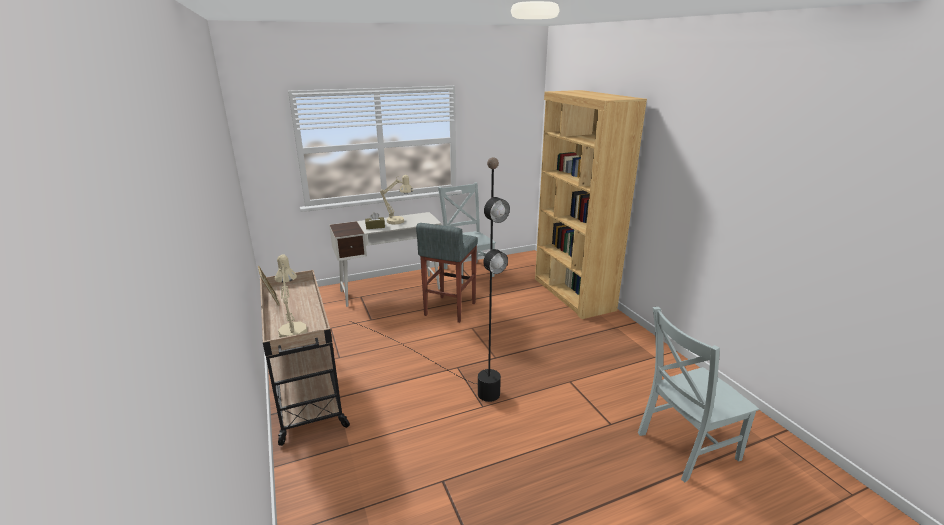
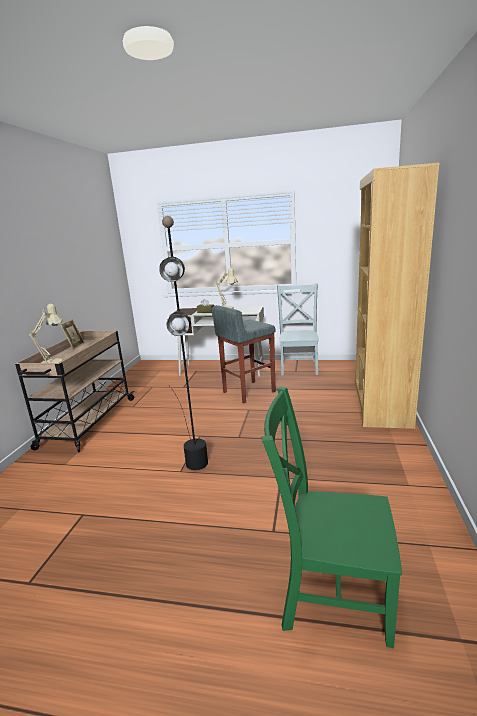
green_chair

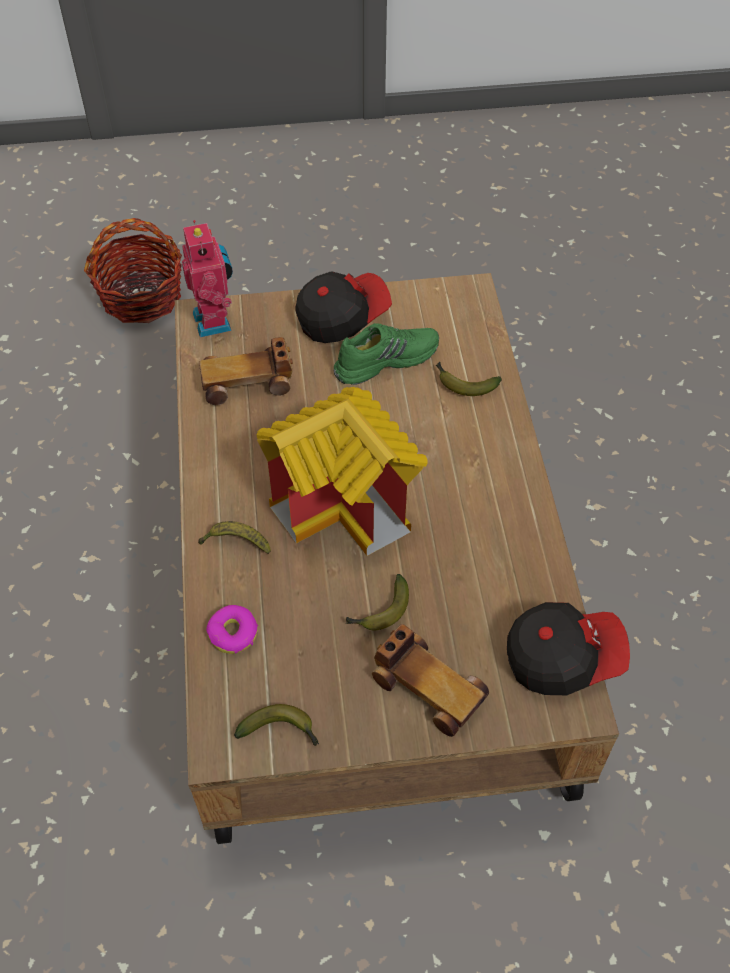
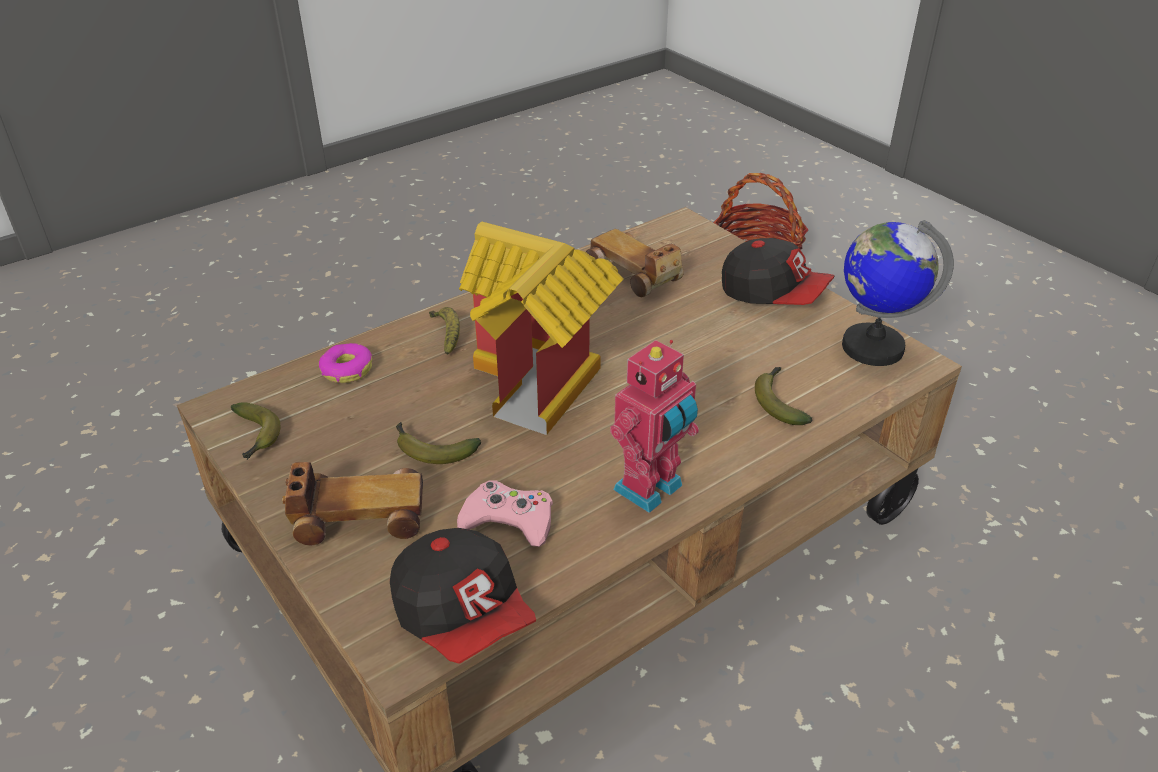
toy_robot
green_shoe
toy_car (1st from left)
pink_game_controller
globe

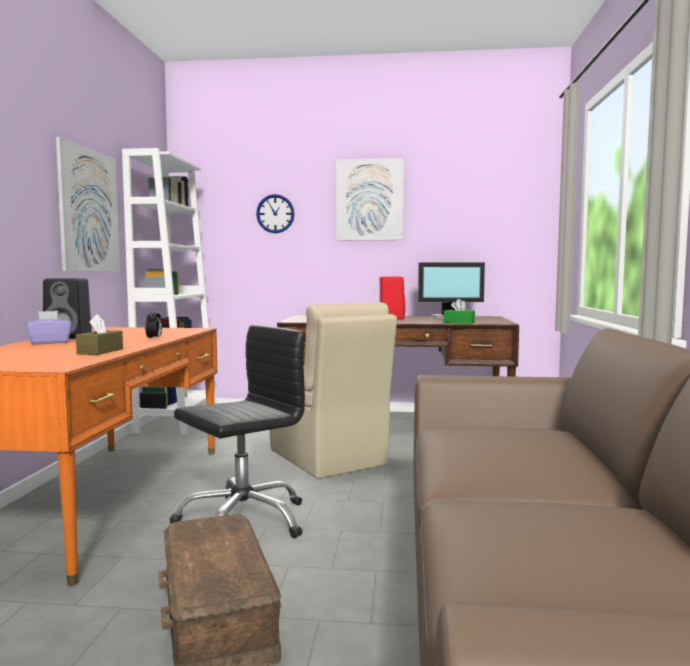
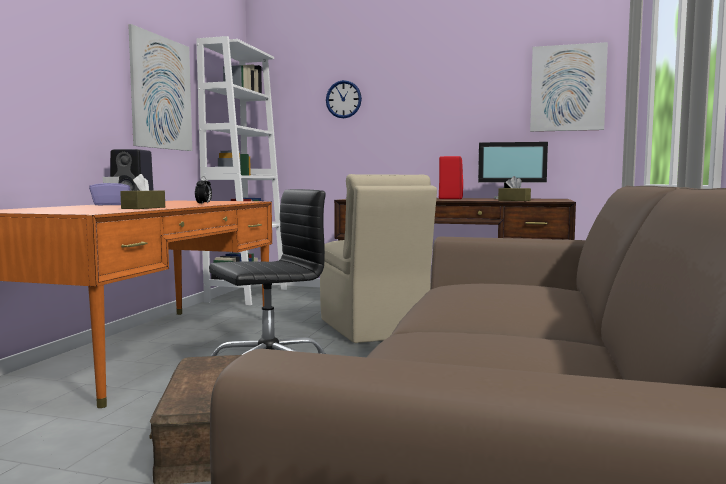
picture (2nd from left)
brown_tissue_box (2nd from left)

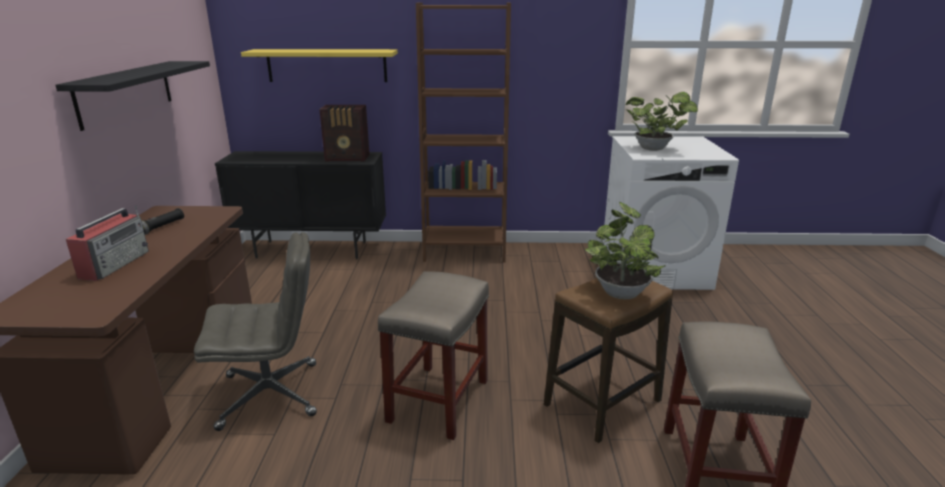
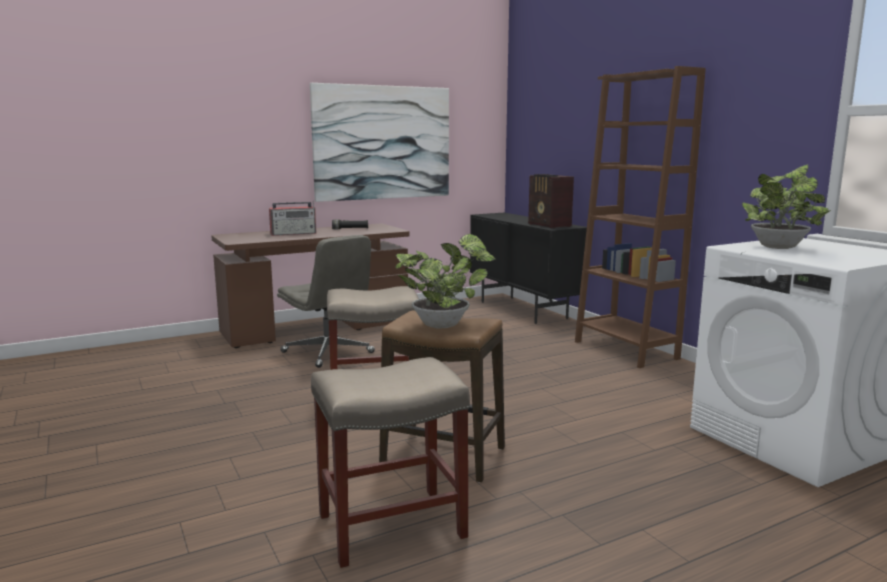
picture
yellow_shelf

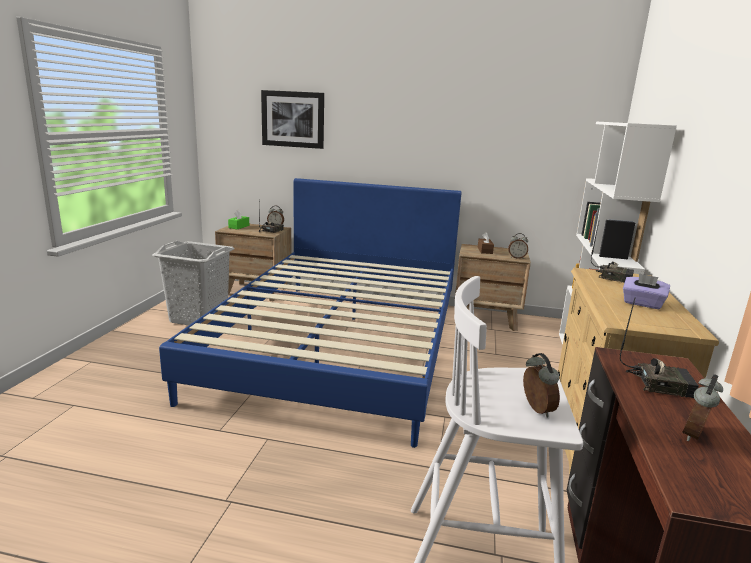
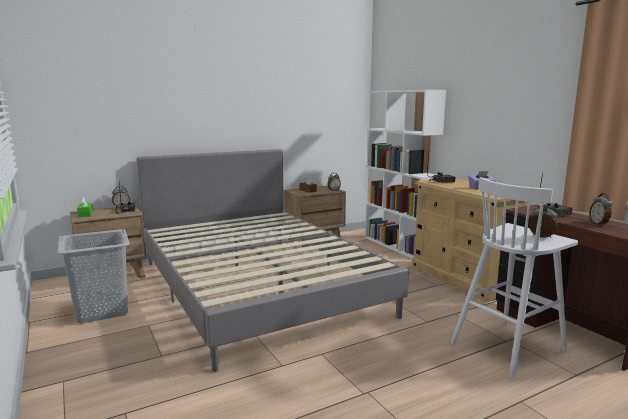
grey_bed
picture

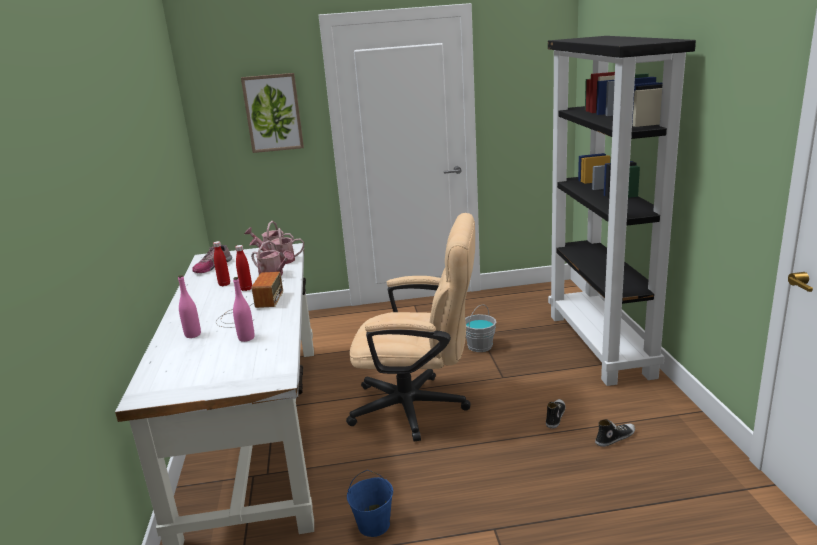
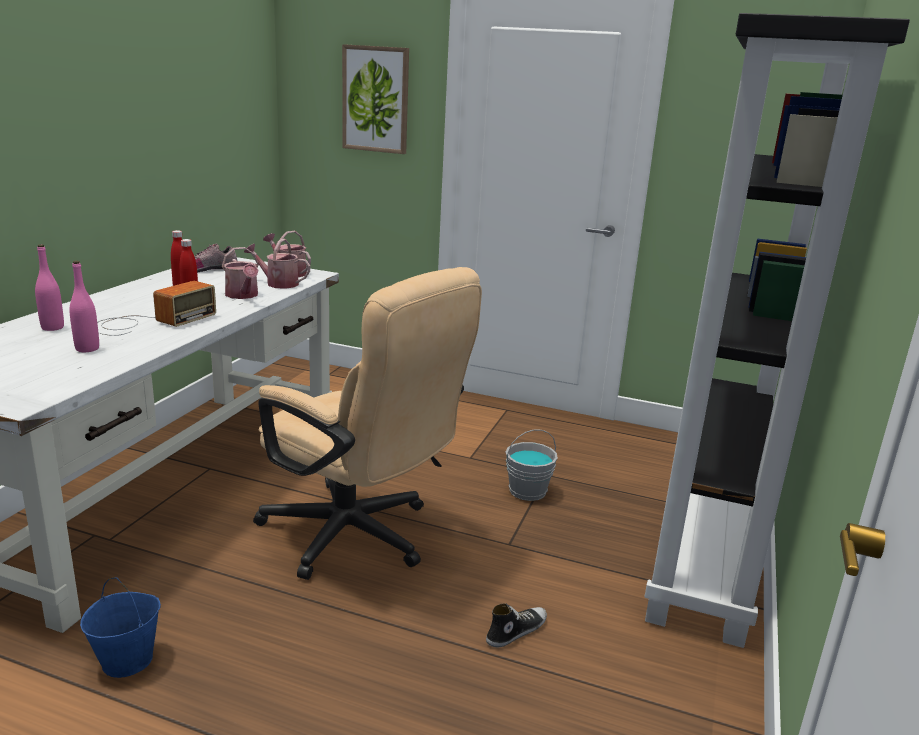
shoe (3rd from left in the first image)

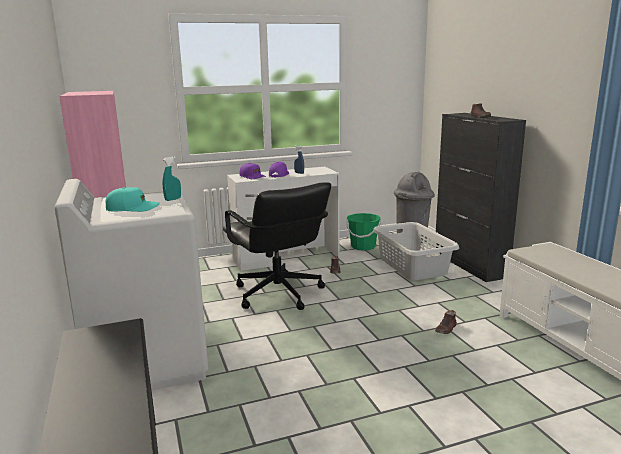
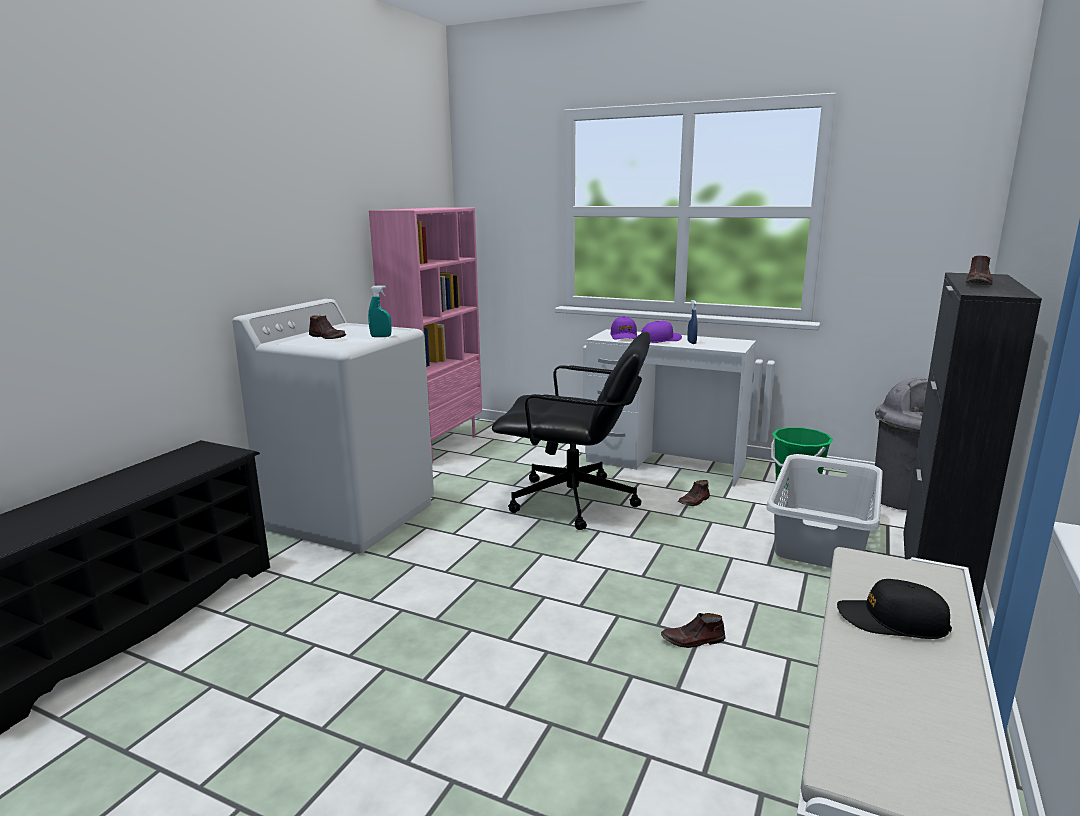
brown_shoe (1st from left)
black_office_chair
black_cap

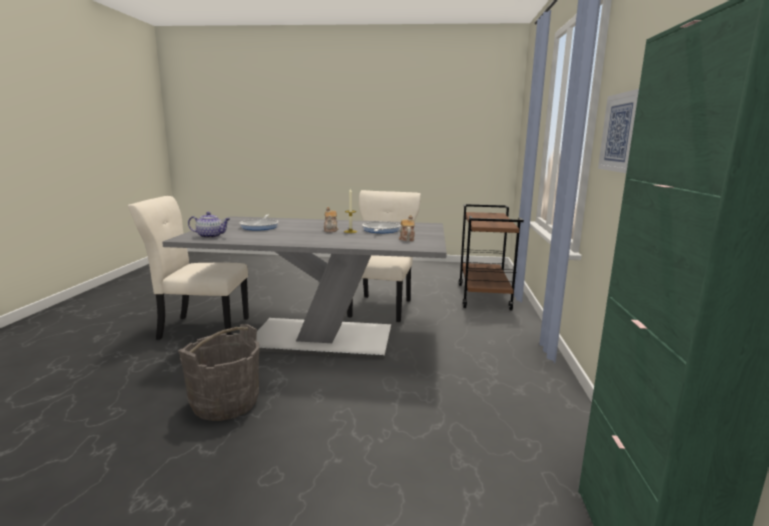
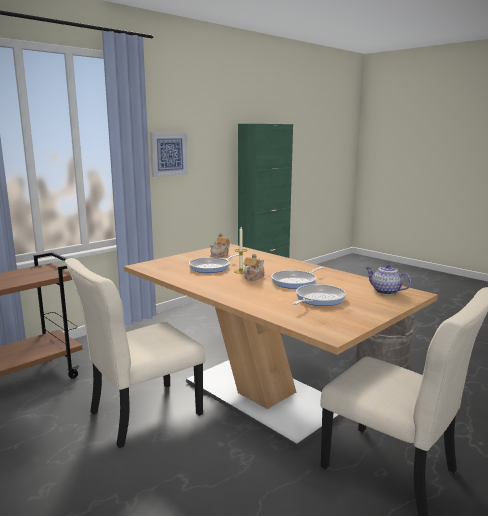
brown_dining_table
frying_pan (2nd from left)

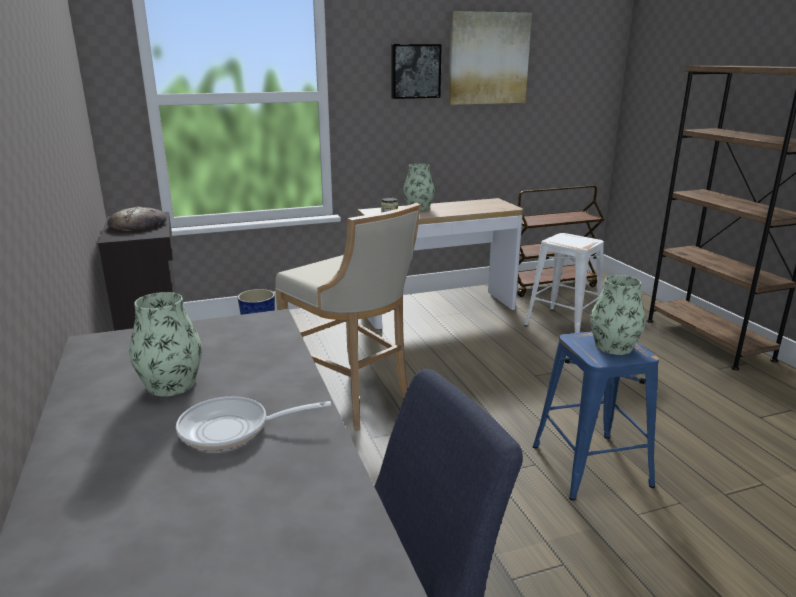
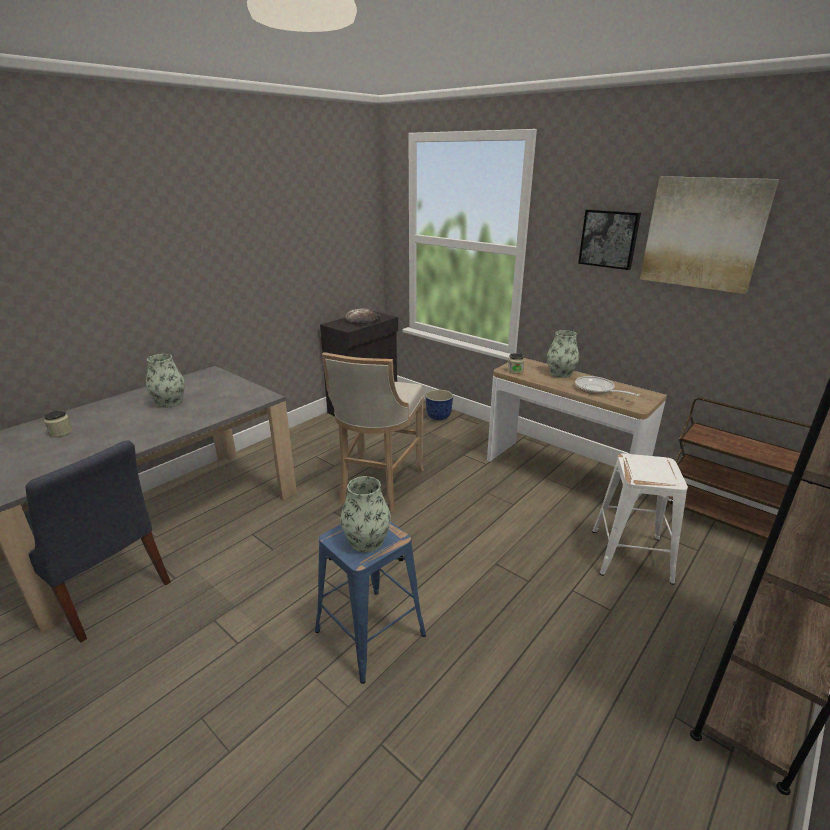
frying_pan
jar (1st from left)

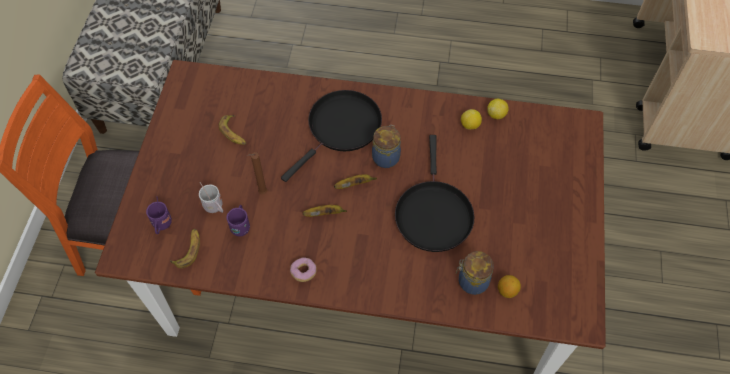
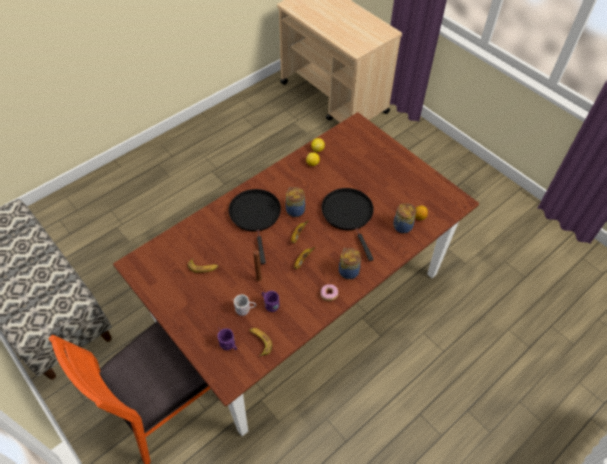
black_frying_pan (2nd from left)
jar (2nd from left)

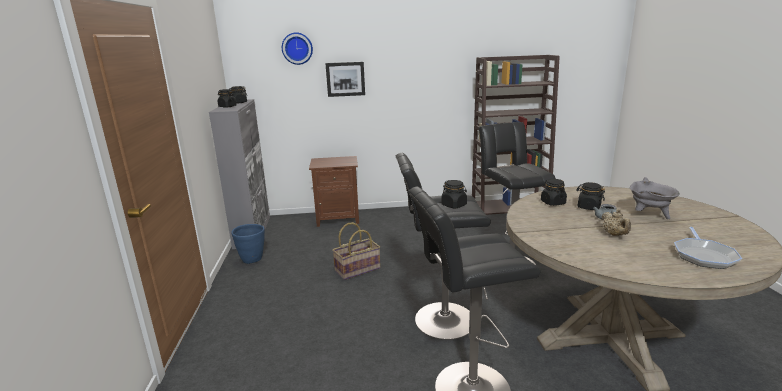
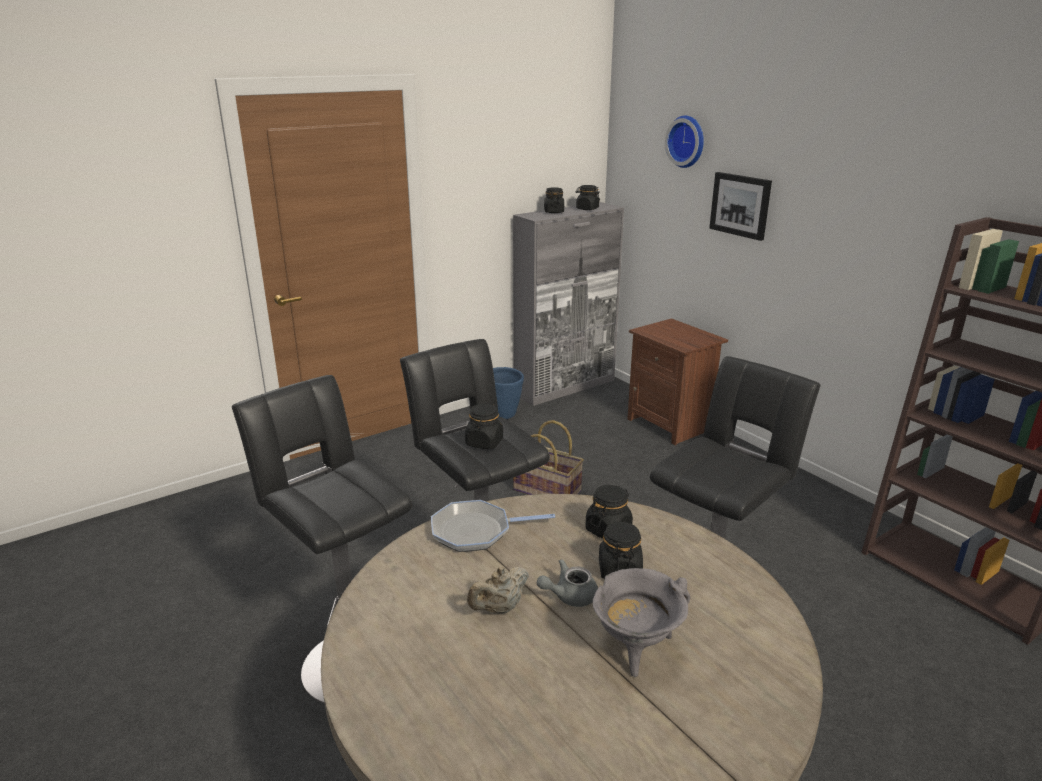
frying_pan

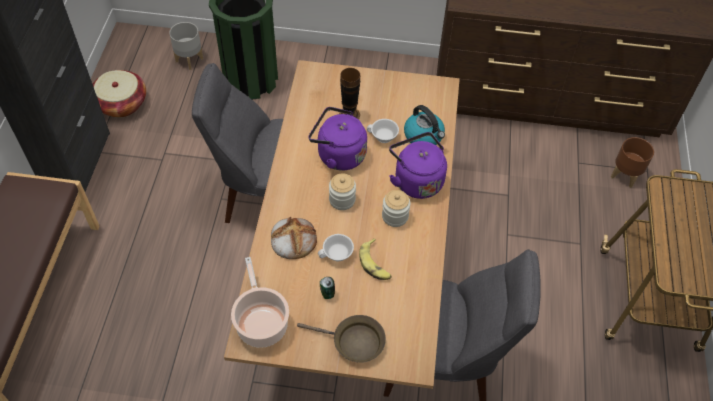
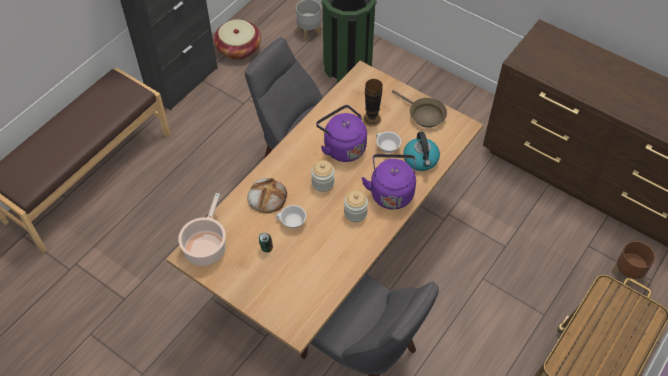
brown_frying_pan
banana

